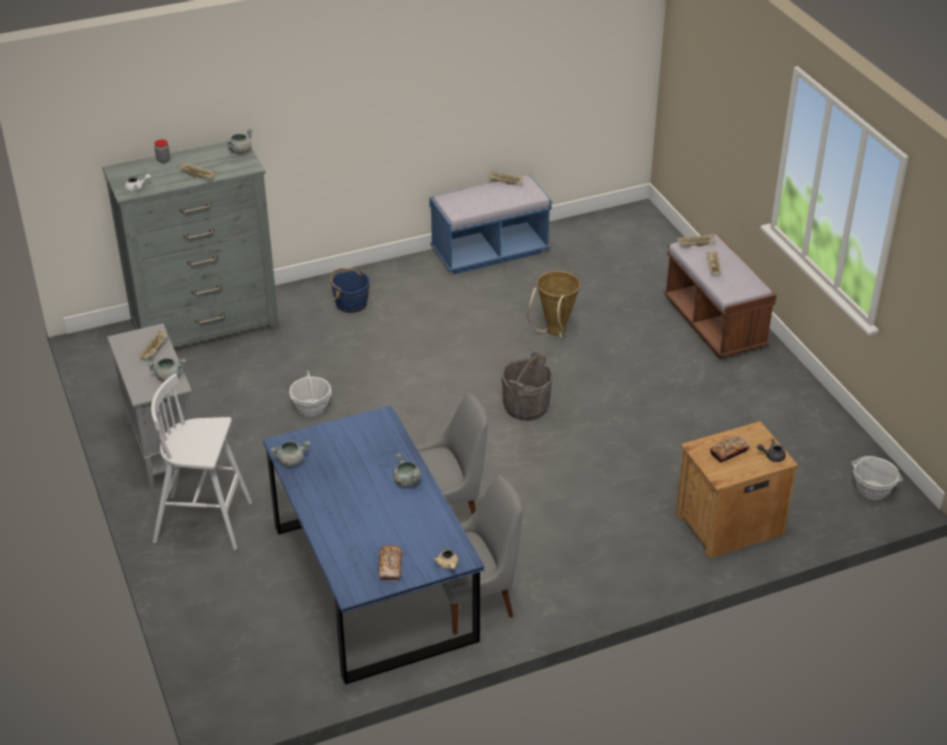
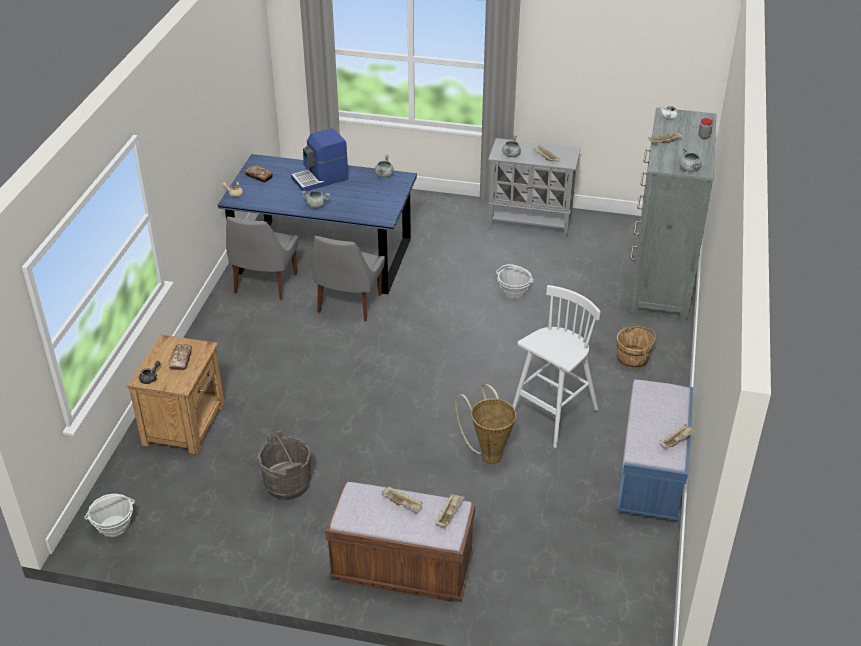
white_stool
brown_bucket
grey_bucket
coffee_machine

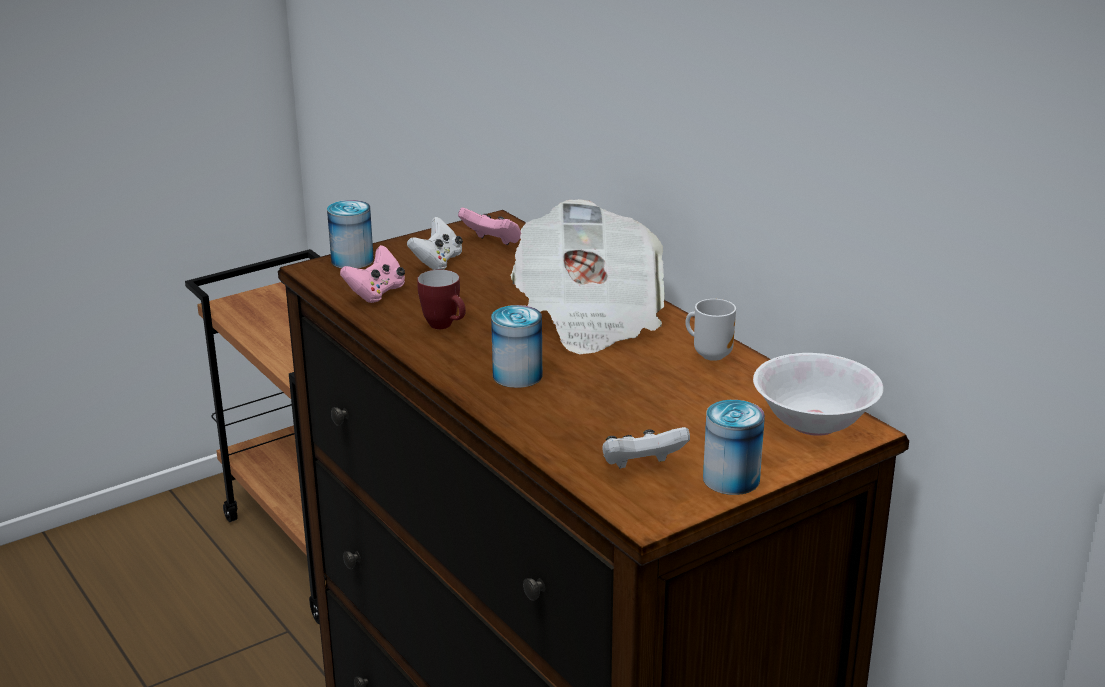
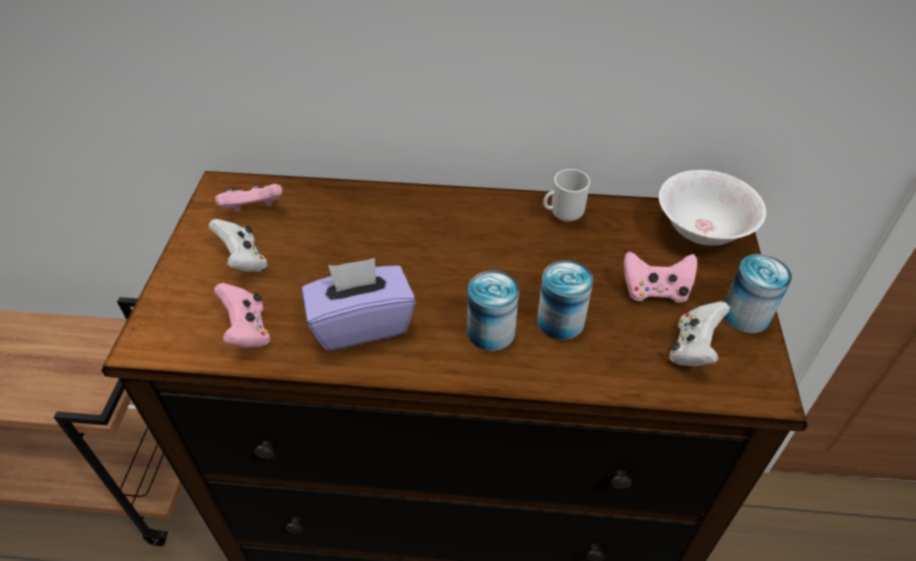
can (2nd from left)
purple_tissue_box
newspaper
pink_game_controller (3rd from left)

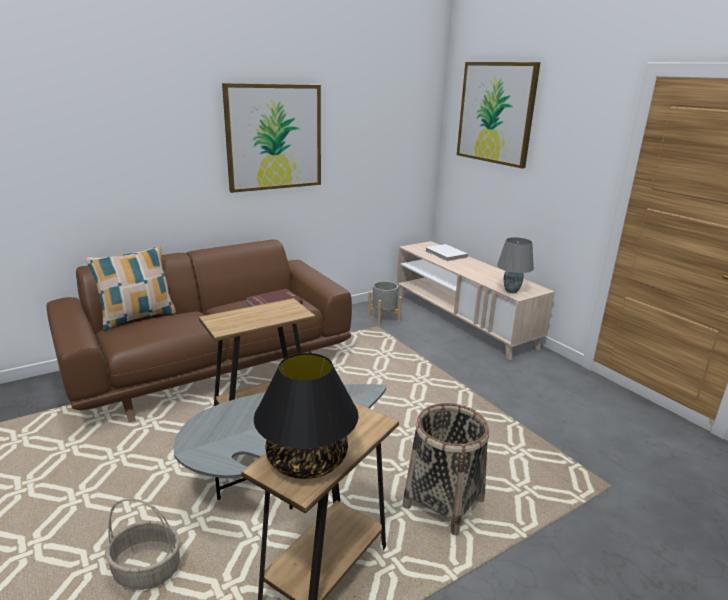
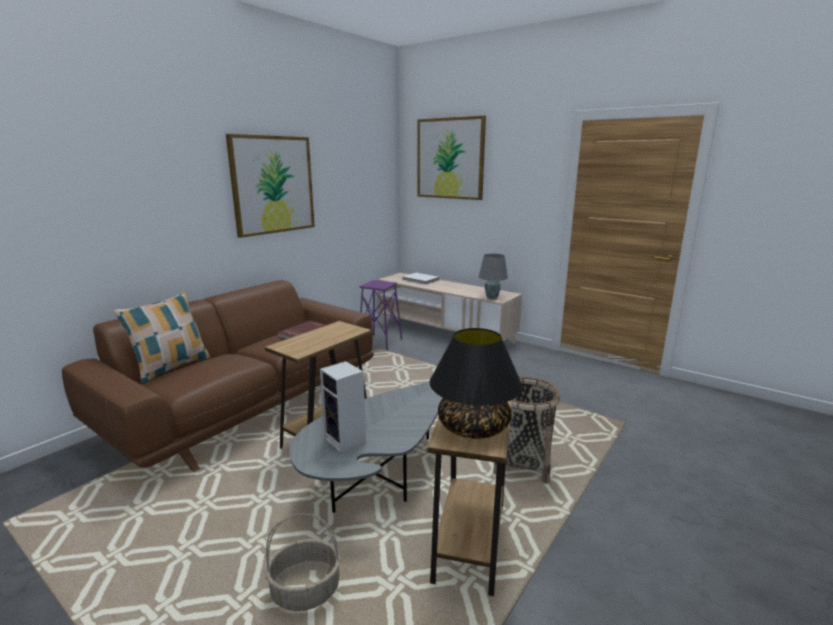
purple_stool
speaker

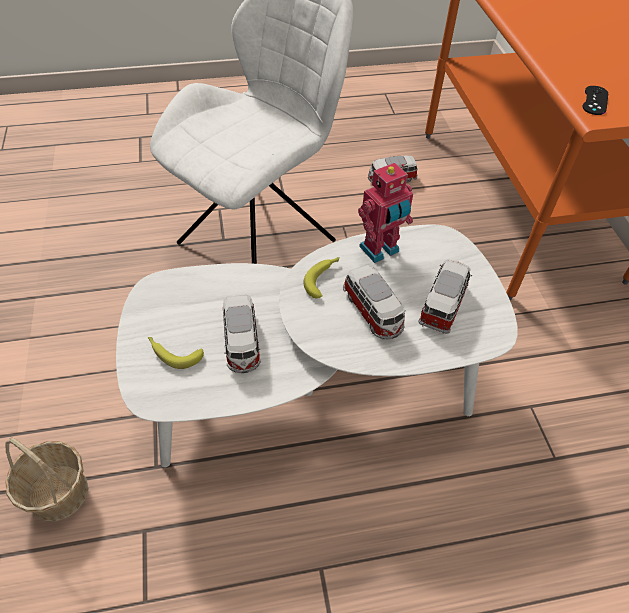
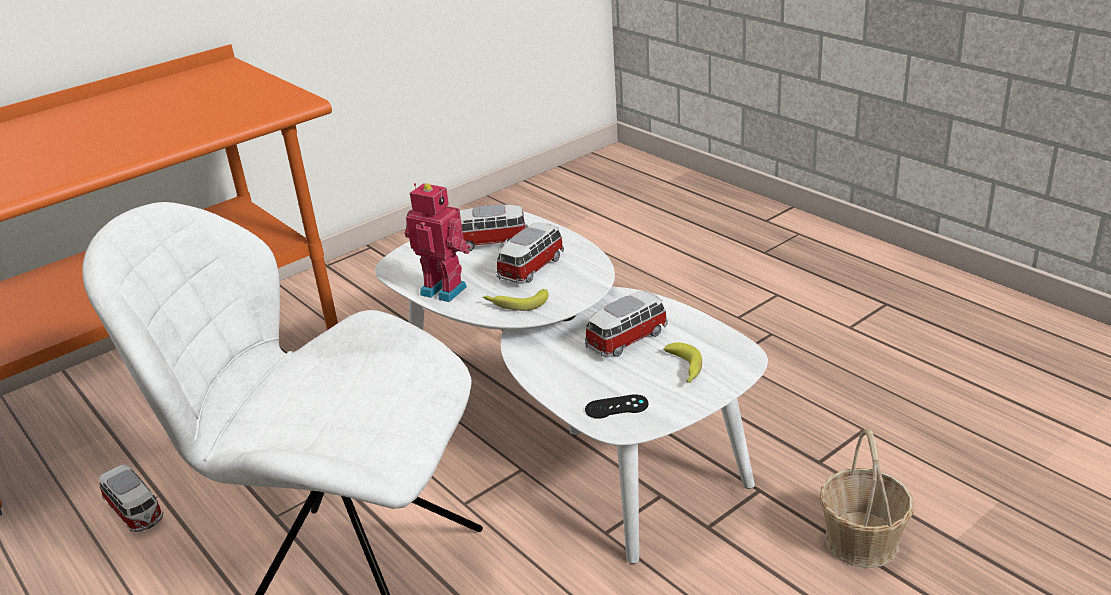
black_game_controller

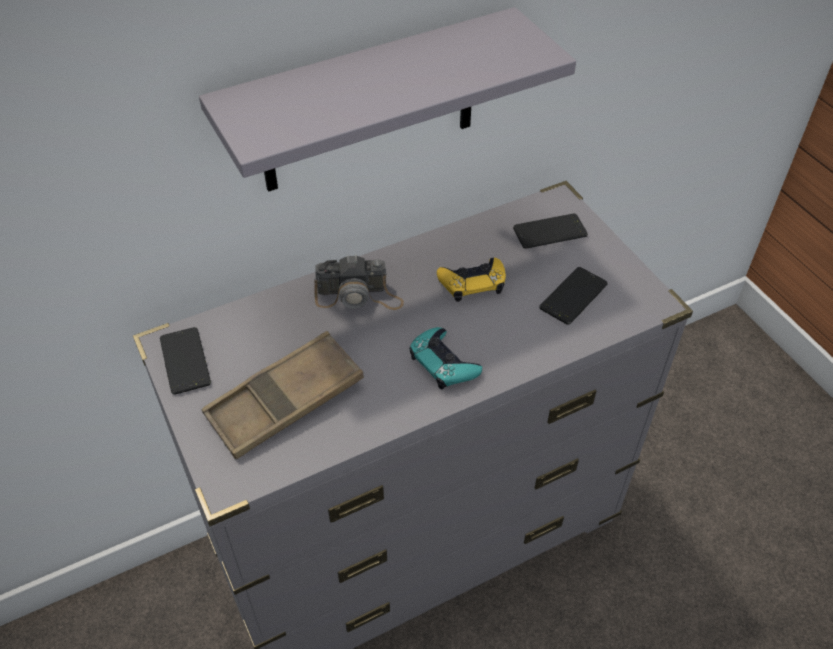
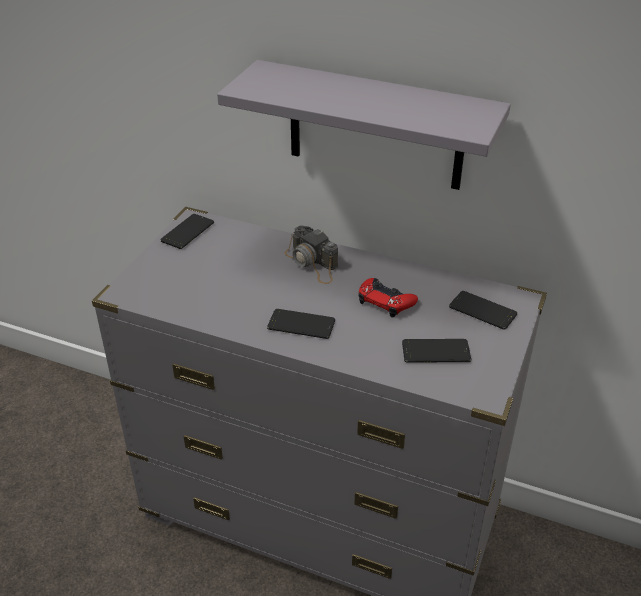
brown_tray
phone (2nd from left)
red_game_controller

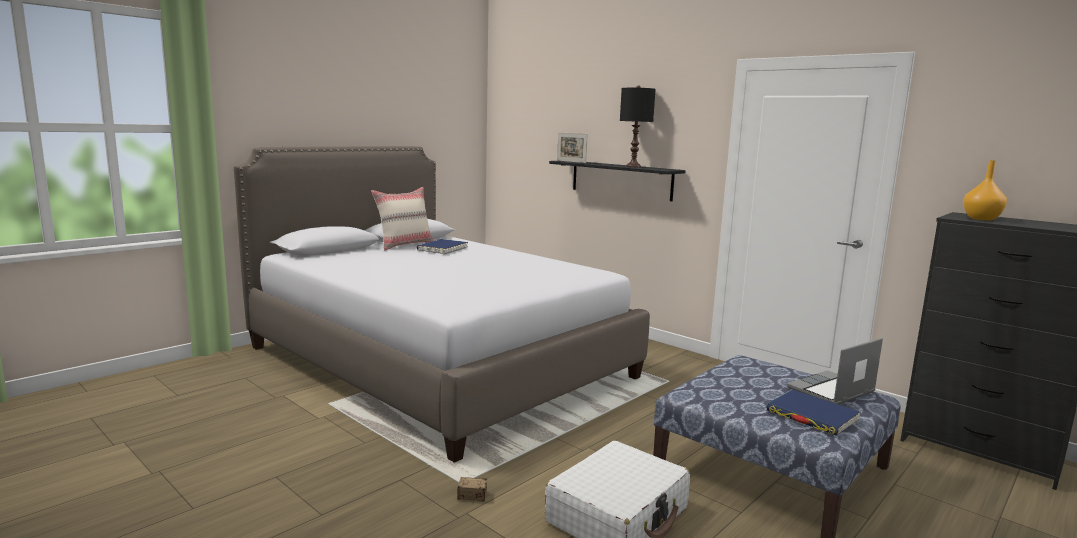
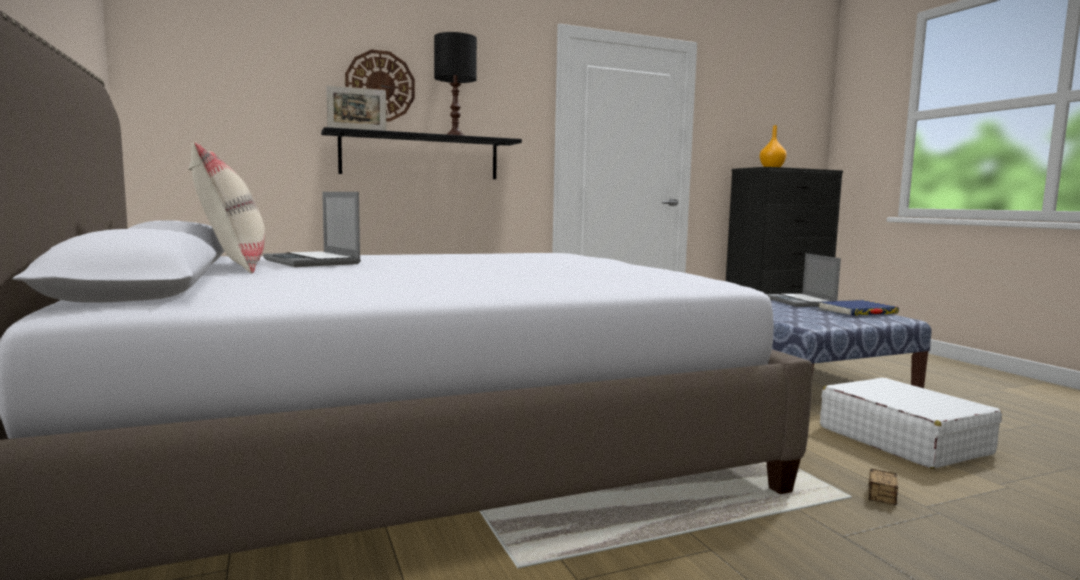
laptop (1st from left)
wall_clock

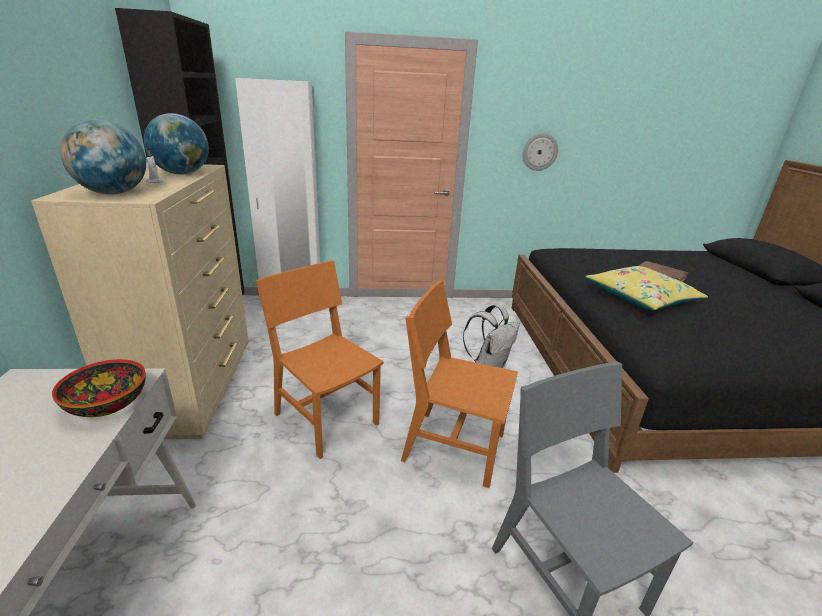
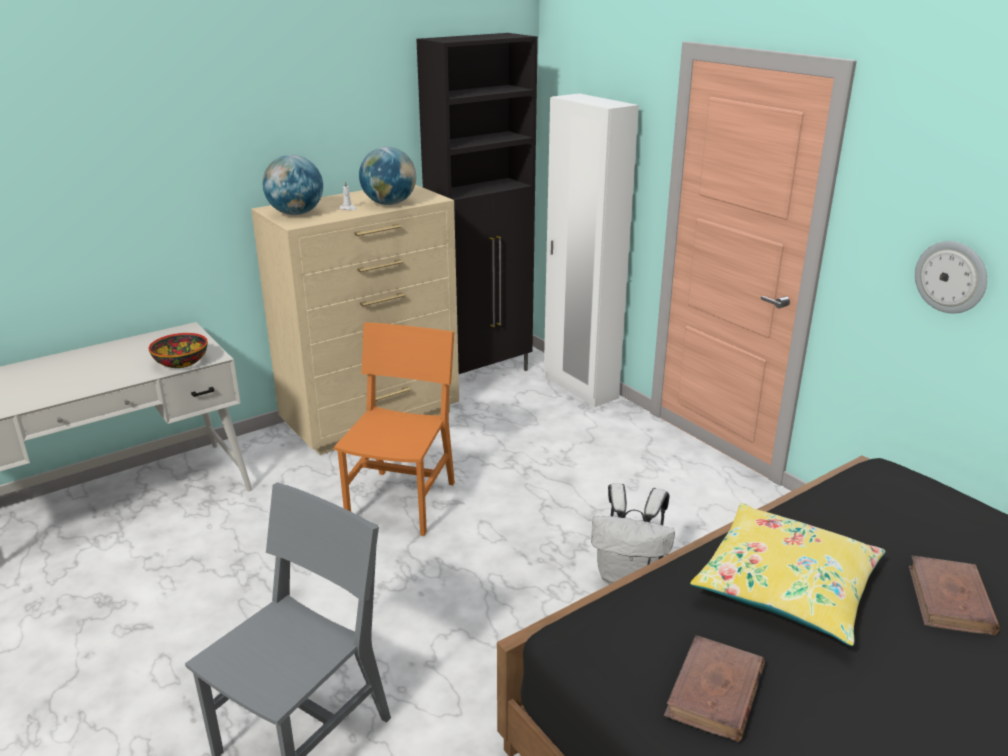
orange_chair (2nd from left in the first image)
brown_book (1st from left)

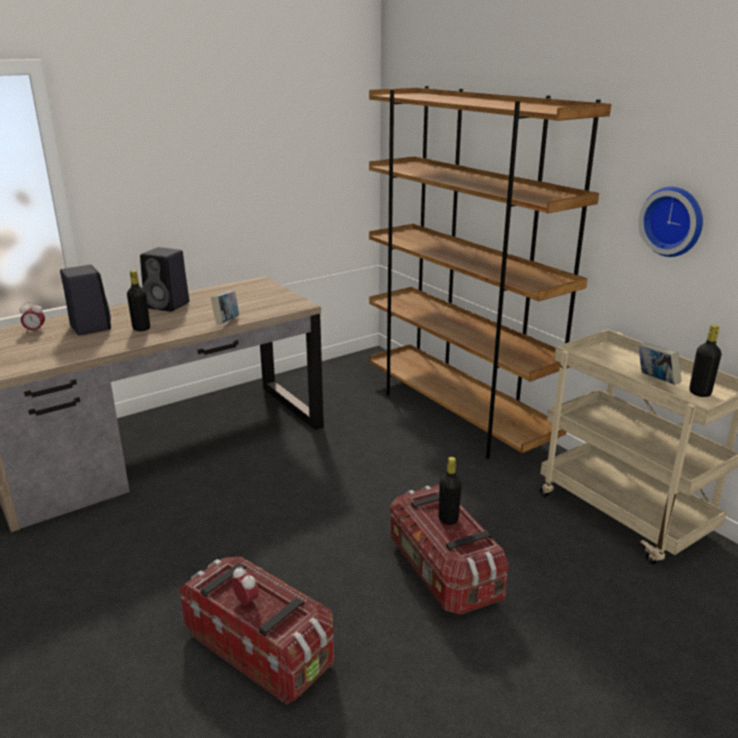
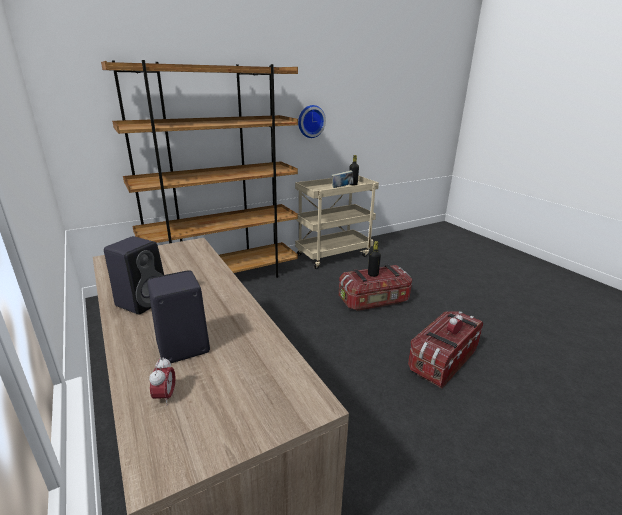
black_bottle (1st from left in the first image)
book (1st from left in the first image)

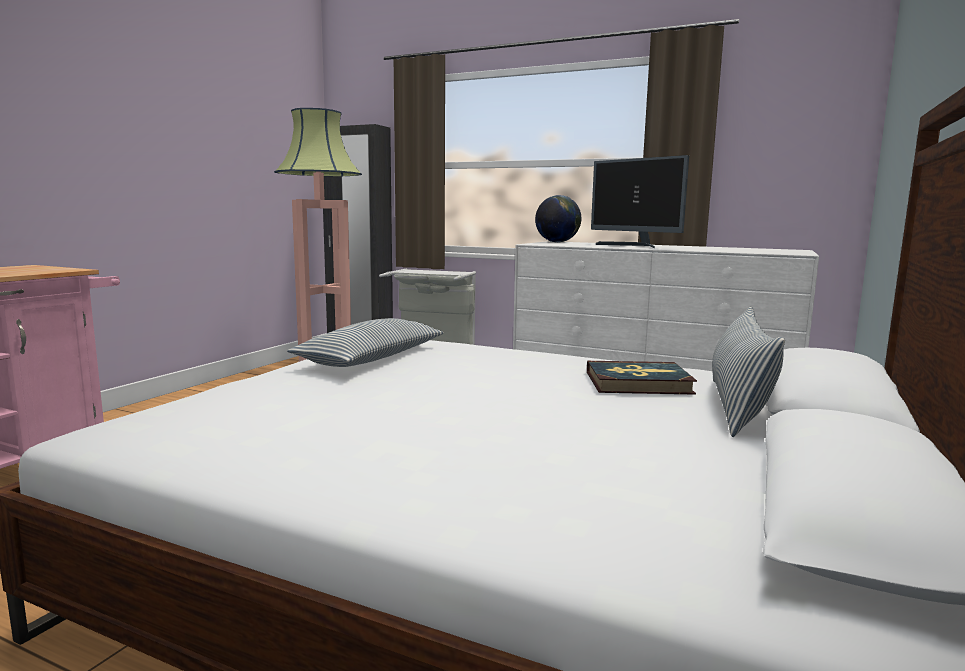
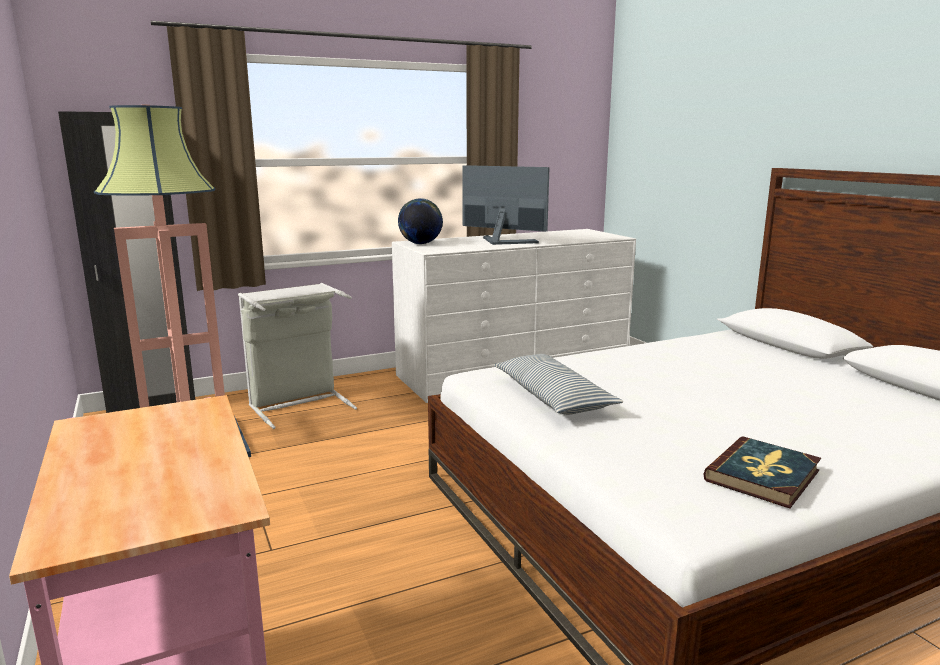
book
monitor
pillow (2nd from left in the first image)

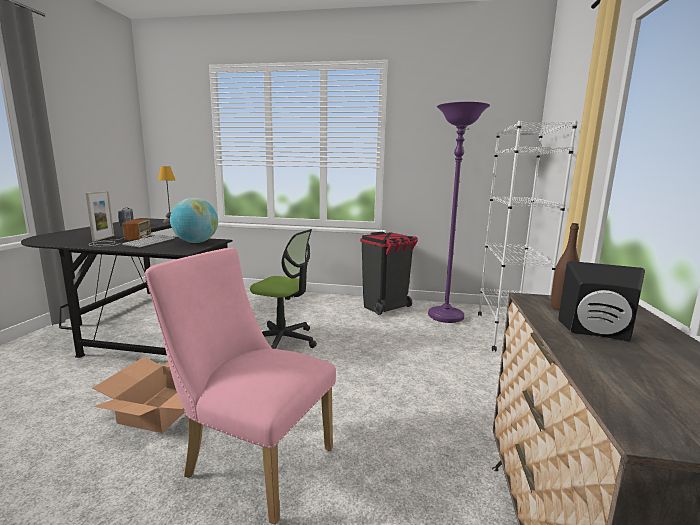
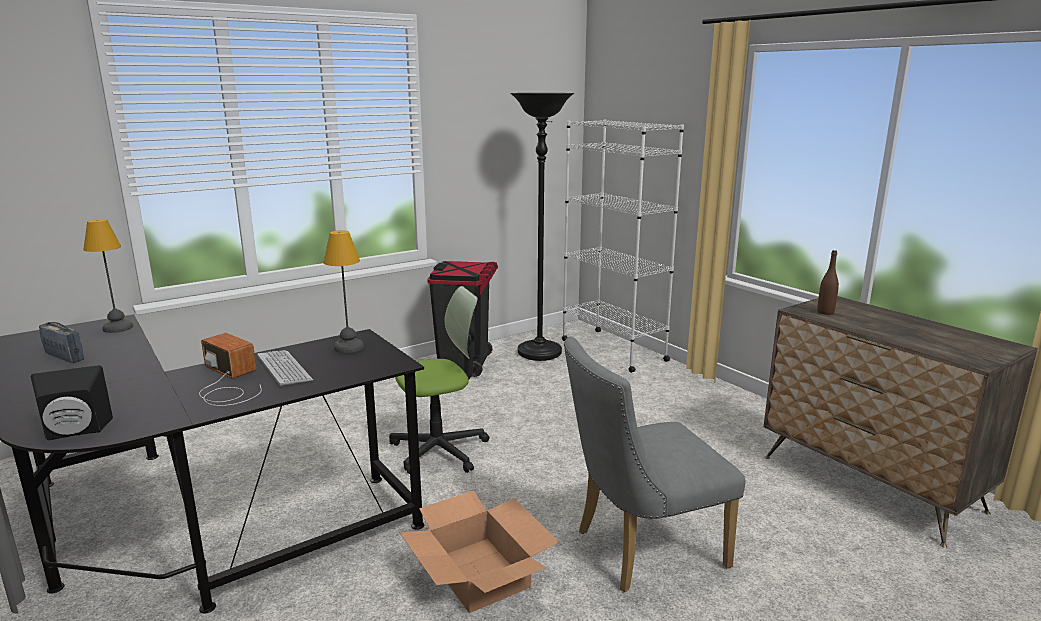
picture_frame
grey_chair
table_lamp (2nd from left)
black_floor_lamp
black_speaker

